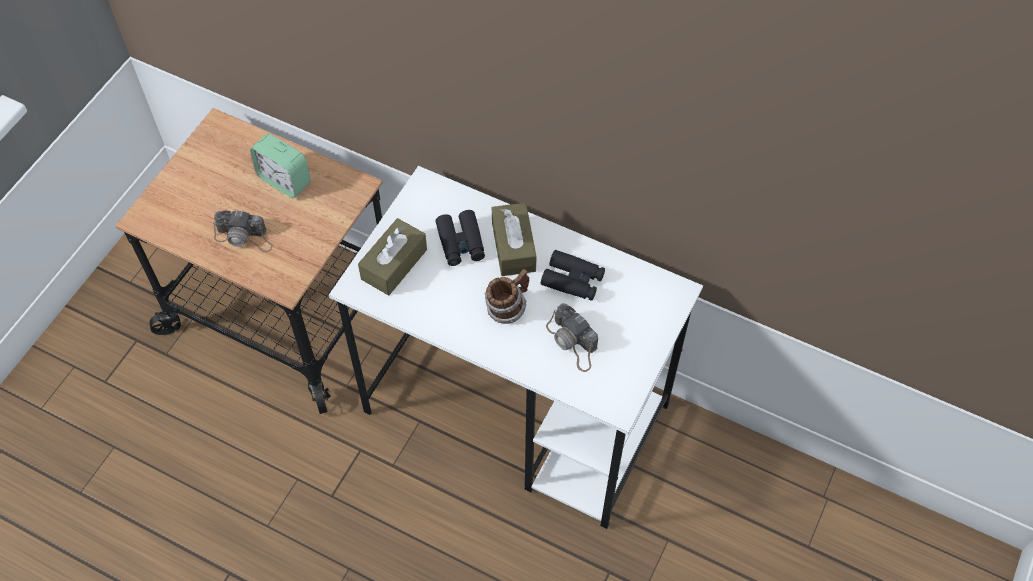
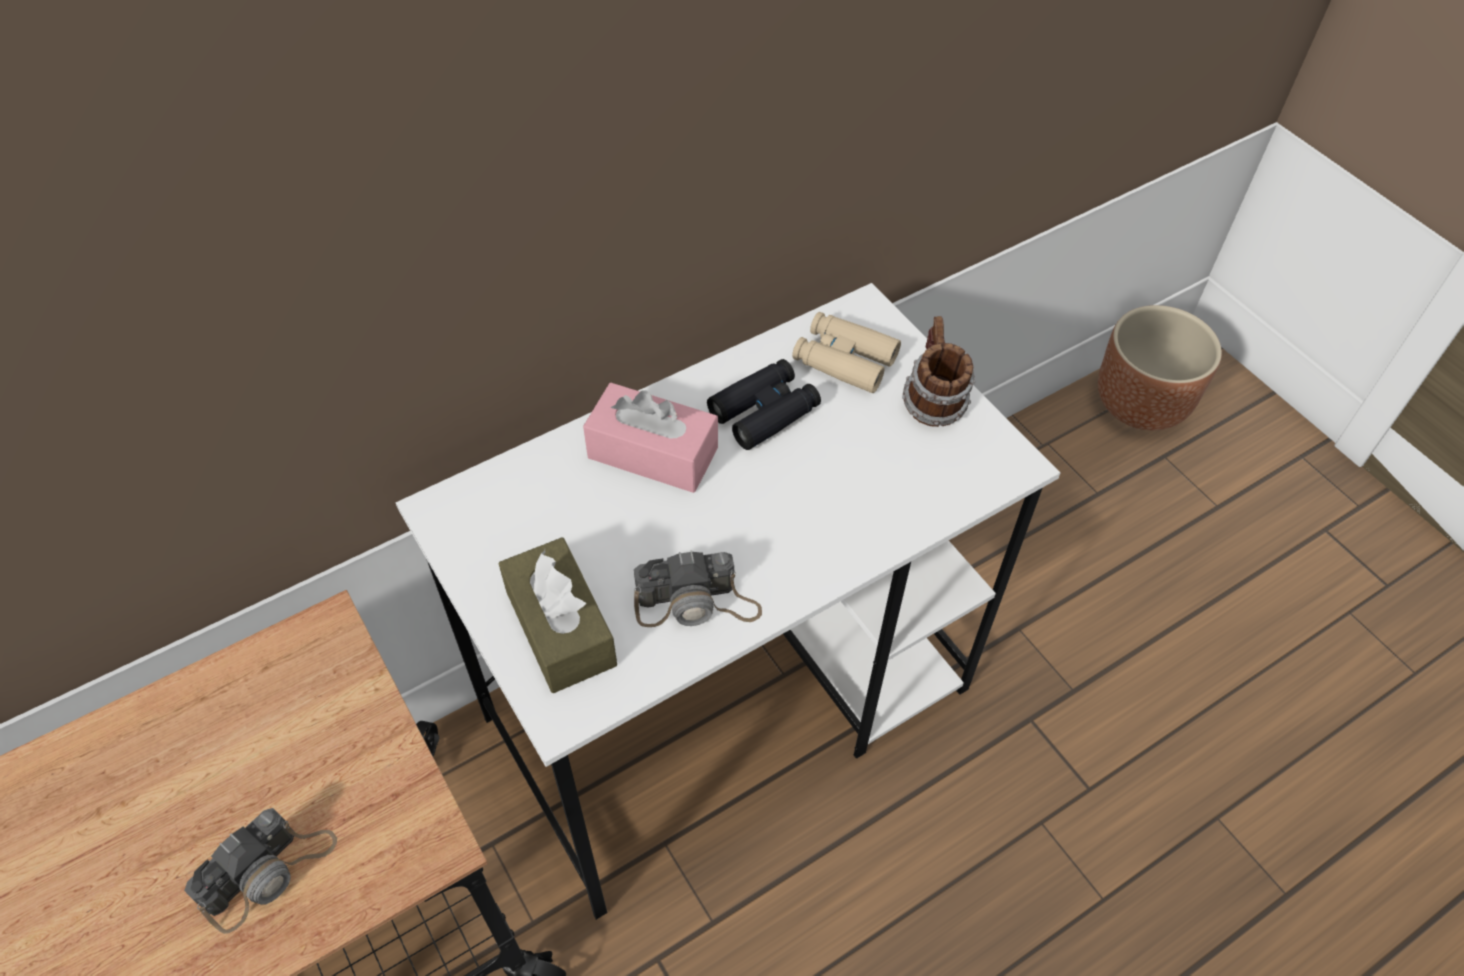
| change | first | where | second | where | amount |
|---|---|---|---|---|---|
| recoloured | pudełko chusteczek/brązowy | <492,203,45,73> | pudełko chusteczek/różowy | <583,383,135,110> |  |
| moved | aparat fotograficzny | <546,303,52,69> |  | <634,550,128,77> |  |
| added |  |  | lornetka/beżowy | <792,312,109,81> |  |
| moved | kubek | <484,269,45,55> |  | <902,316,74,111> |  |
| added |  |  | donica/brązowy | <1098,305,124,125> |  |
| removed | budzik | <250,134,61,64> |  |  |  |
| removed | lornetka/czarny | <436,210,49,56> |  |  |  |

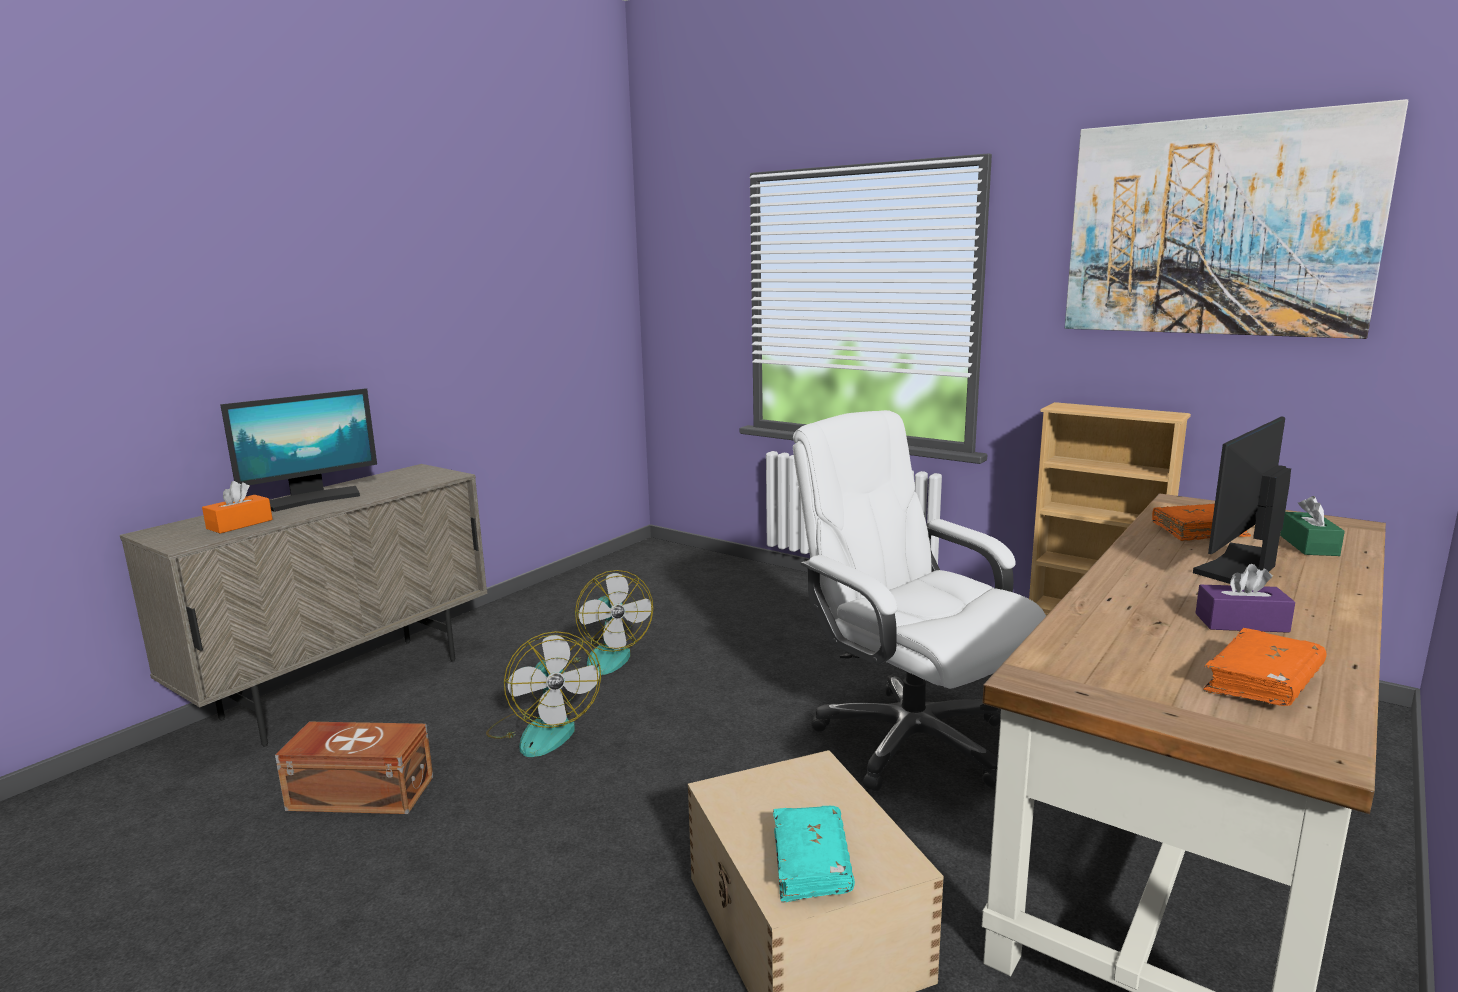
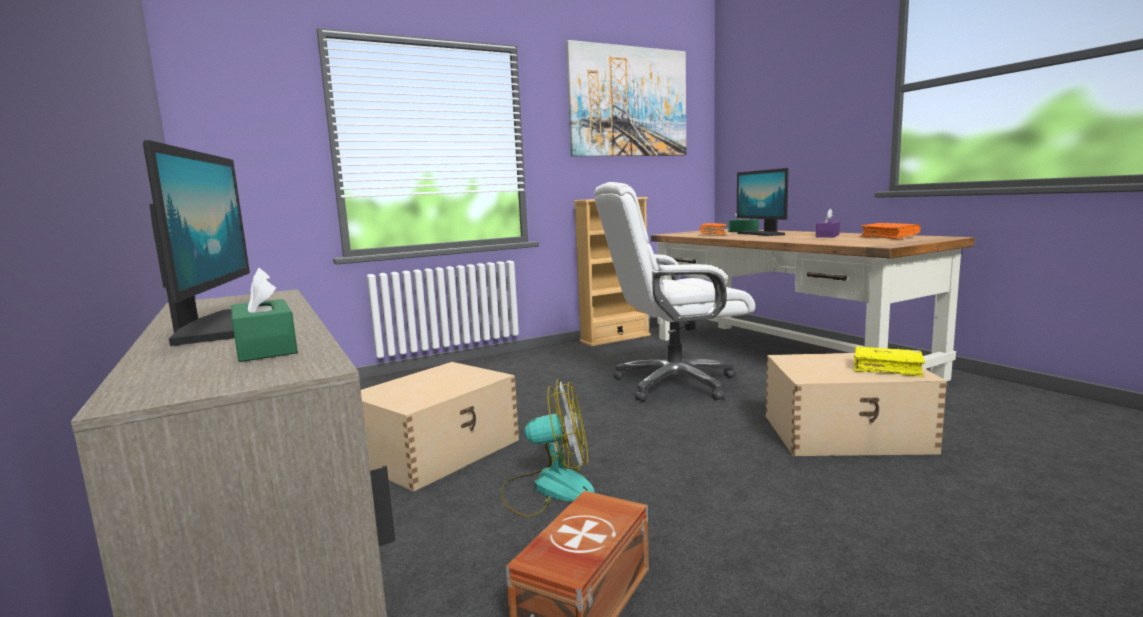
| change | first | where | second | where | amount |
|---|---|---|---|---|---|
| recoloured | pudełko chusteczek/pomarańczowy | <202,481,71,53> | pudełko chusteczek/zielony | <231,267,67,95> |  |
| replaced | wentylator | <567,570,86,105> | pojemnik do przechowywania/beżowy | <361,362,158,130> |  |
| recoloured | książka/turkusowy | <773,806,82,97> | książka/żółty | <854,346,72,31> |  |

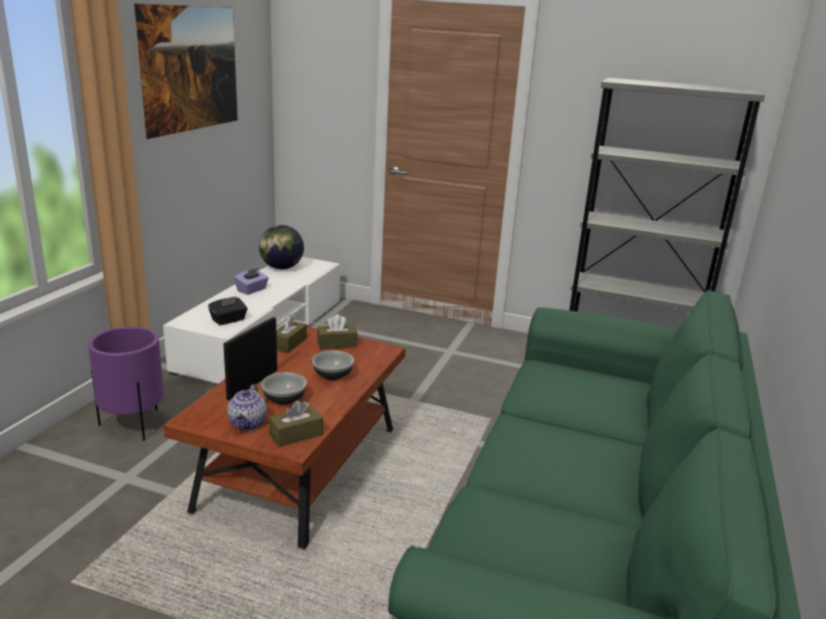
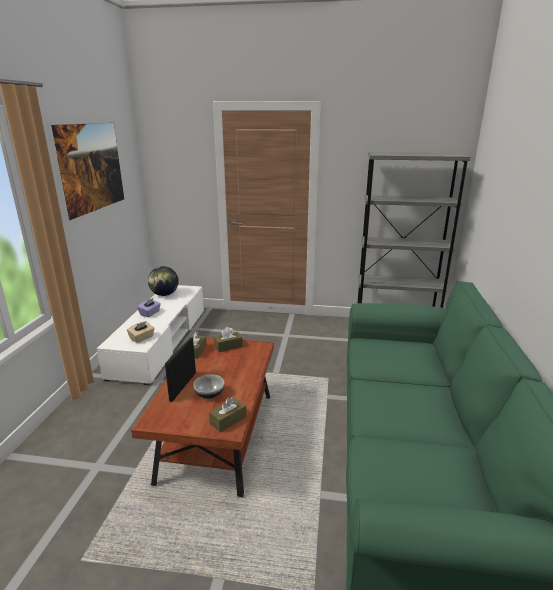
| change | first | where | second | where | amount |
|---|---|---|---|---|---|
| recoloured | pudełko chusteczek/czarny | <208,296,40,29> | pudełko chusteczek/beżowy | <127,321,28,22> |  |
| removed | donica/fioletowy | <88,327,76,114> |  |  |  |
| removed | imbryk | <227,384,40,46> |  |  |  |
| removed | miska | <312,350,42,30> |  |  |  |

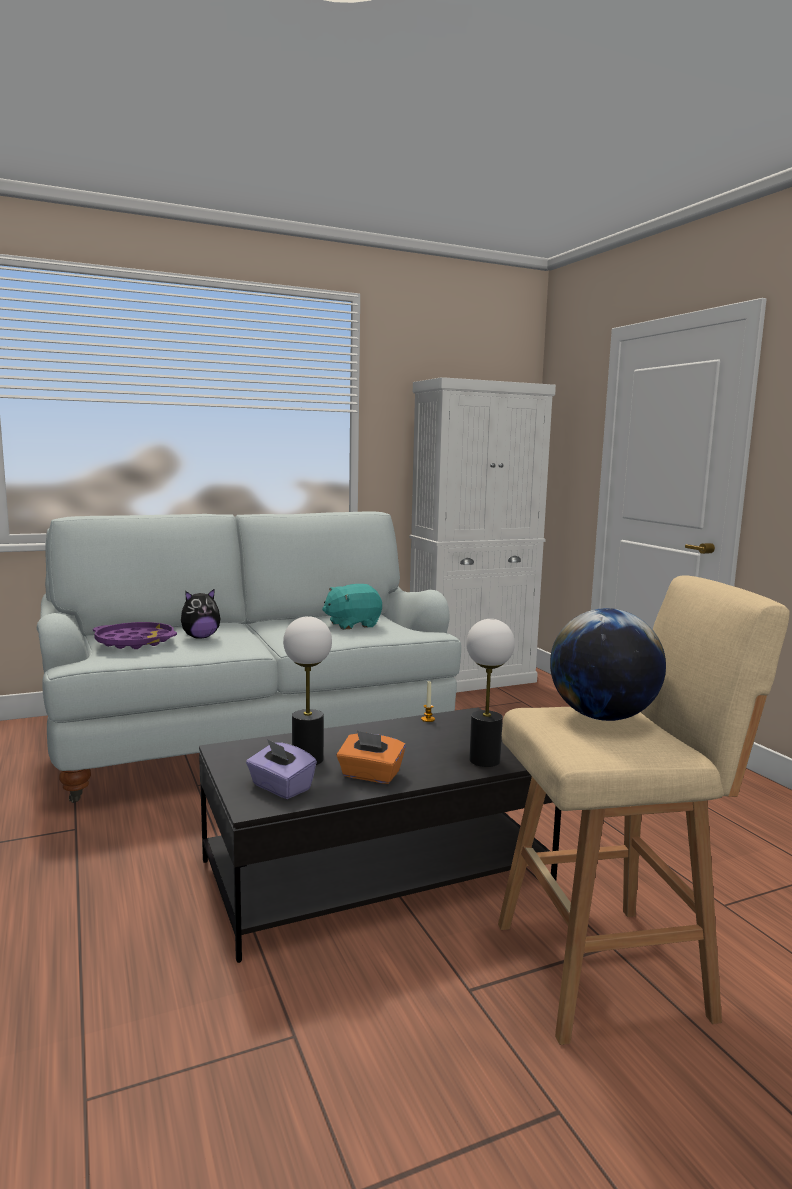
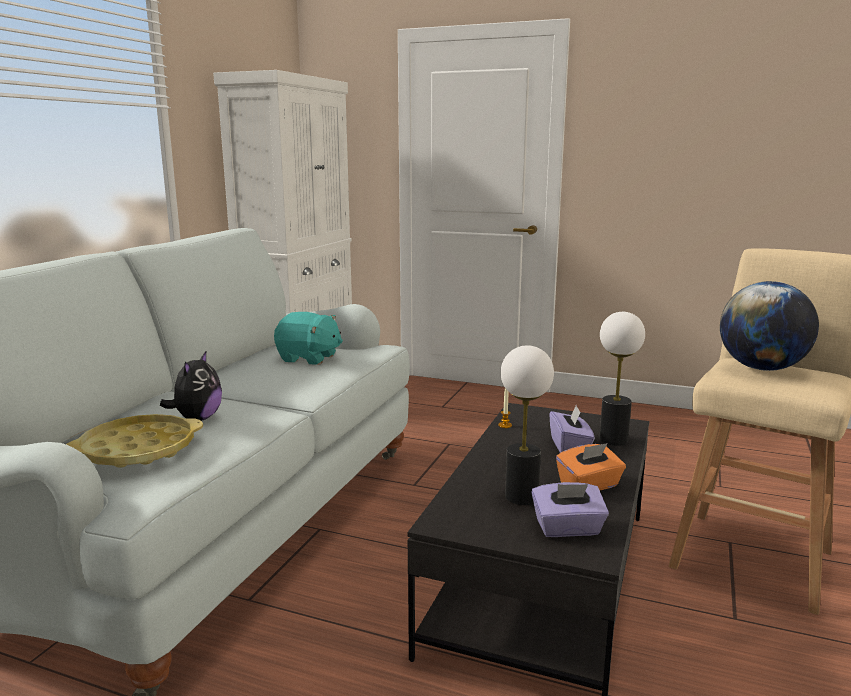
| change | first | where | second | where | amount |
|---|---|---|---|---|---|
| recoloured | taca/fioletowy | <93,622,84,27> | taca/żółty | <66,414,137,54> |  |
| turned | pluszak/turkusowy | <322,584,60,46> |  | <274,312,69,53> | 90 degrees counterclockwise |
| added |  |  | pudełko chusteczek/fioletowy | <549,406,46,47> |  |

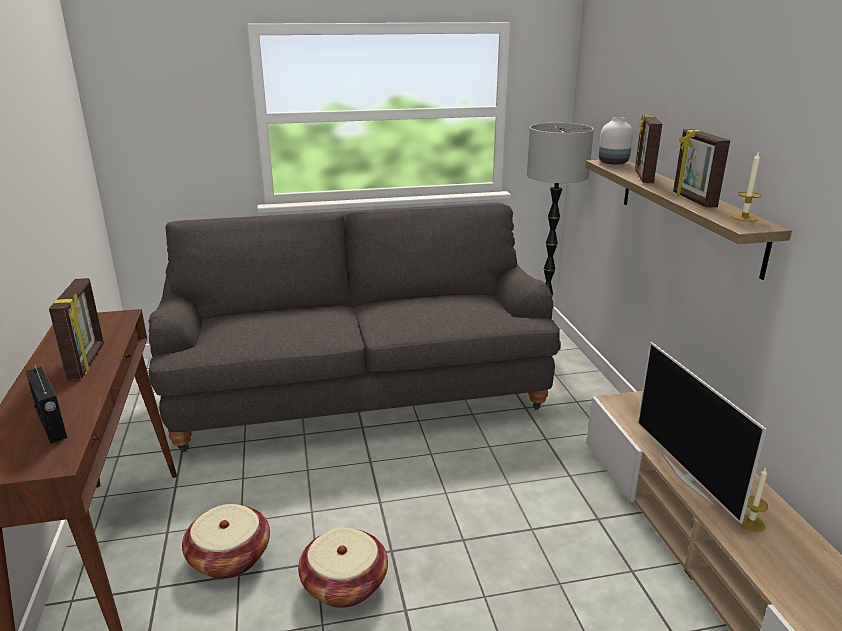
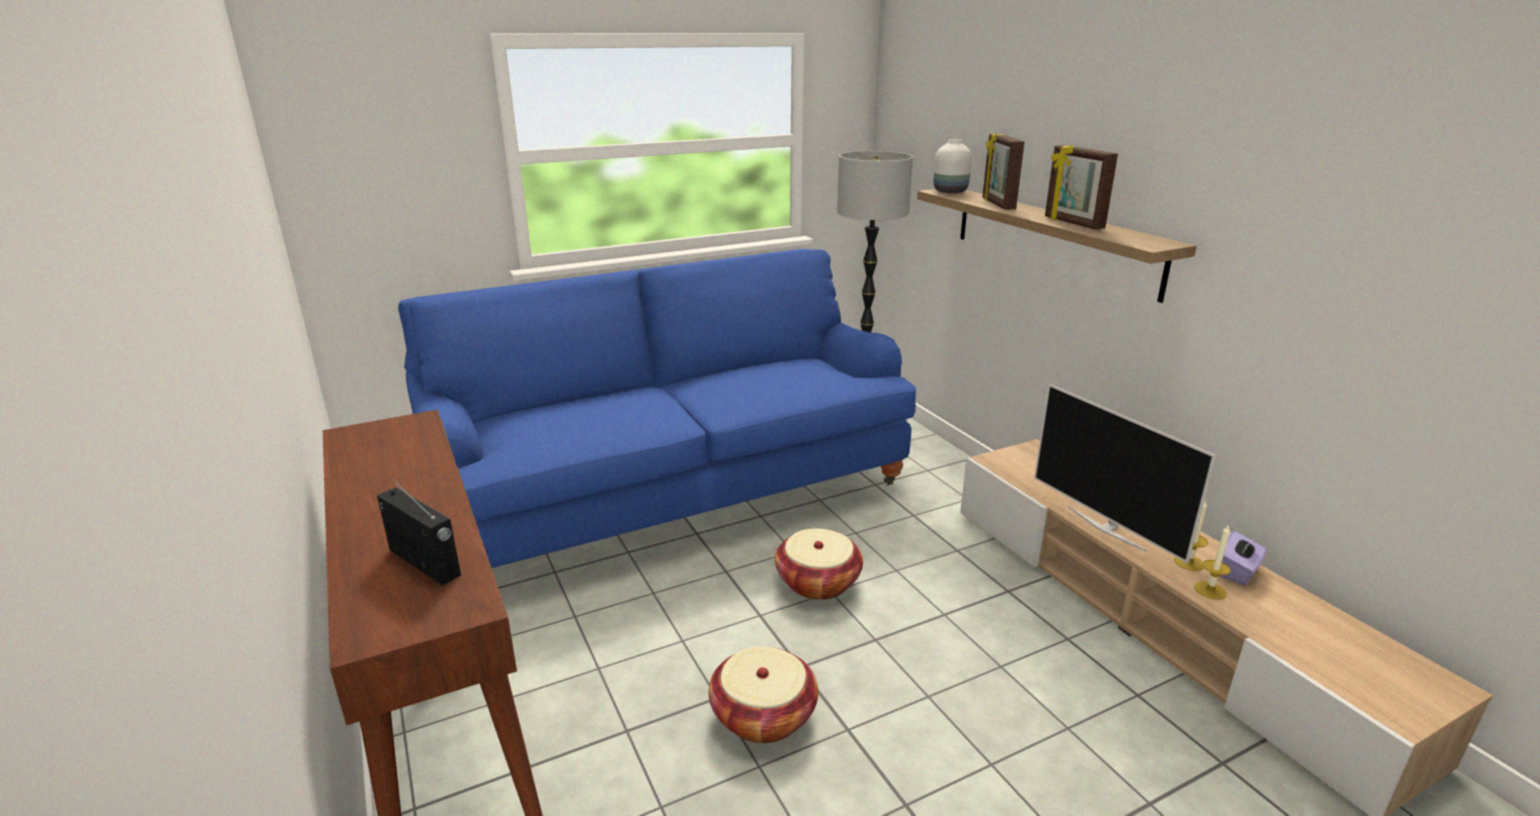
| change | first | where | second | where | amount |
|---|---|---|---|---|---|
| recoloured | kanapa/szary | <148,203,412,249> | kanapa/niebieski | <398,249,518,319> |  |
| moved | koszyk | <182,504,88,75> |  | <775,529,88,71> |  |
| moved | świeca | <732,151,29,71> |  | <1194,524,37,76> |  |
| added |  |  | pudełko chusteczek/fioletowy | <1219,531,48,54> |  |
| removed | ramka na zdjęcie | <49,278,55,102> |  |  |  |

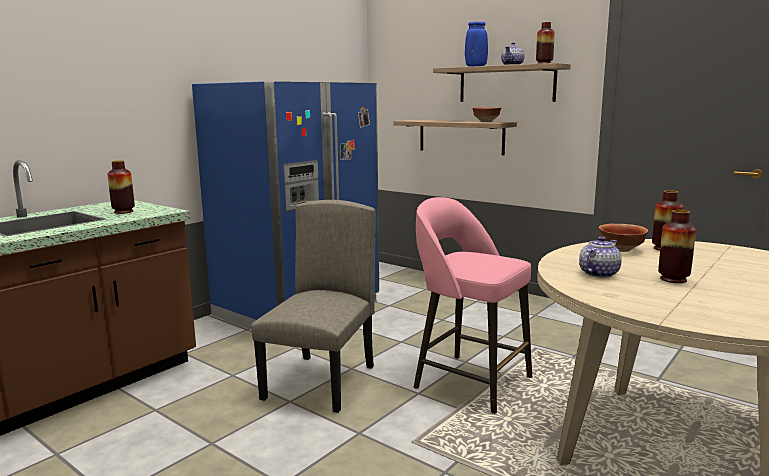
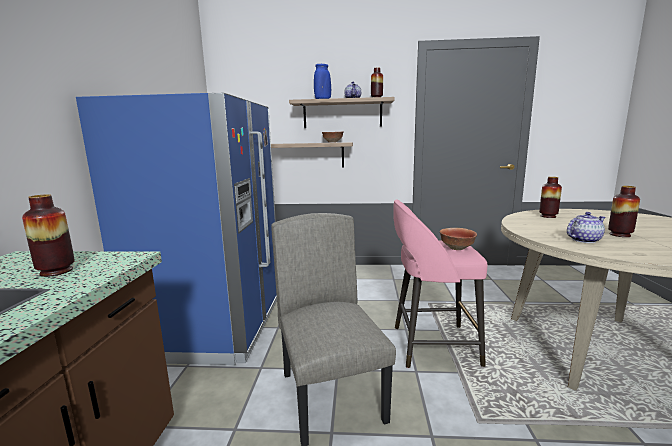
| change | first | where | second | where | amount |
|---|---|---|---|---|---|
| moved | miska | <599,224,49,28> |  | <440,228,37,22> |  |
| turned | imbryk | <579,236,42,42> |  | <567,212,38,31> | 60 degrees clockwise |

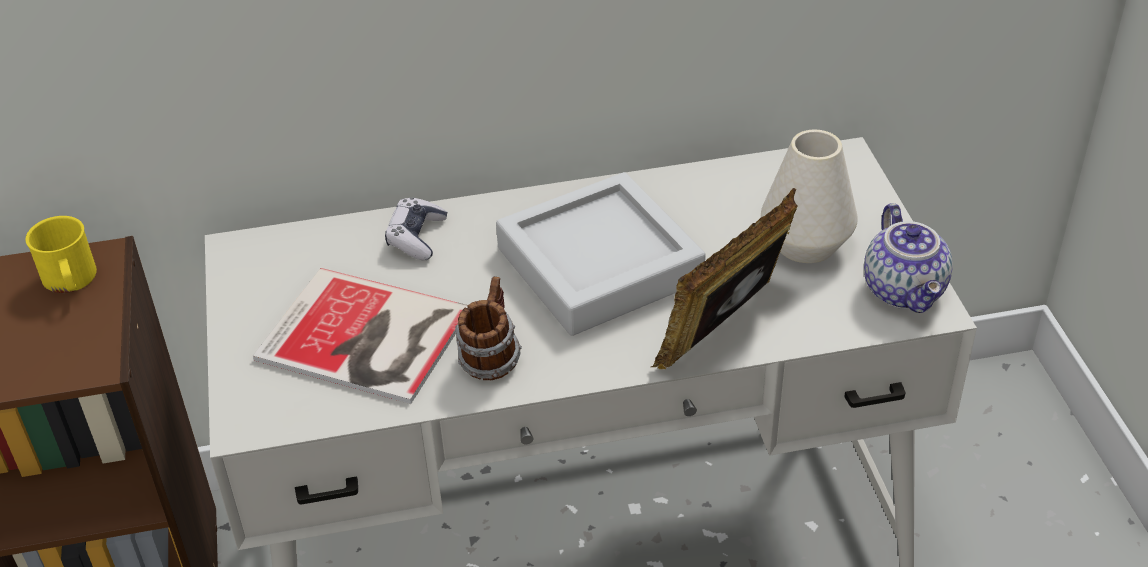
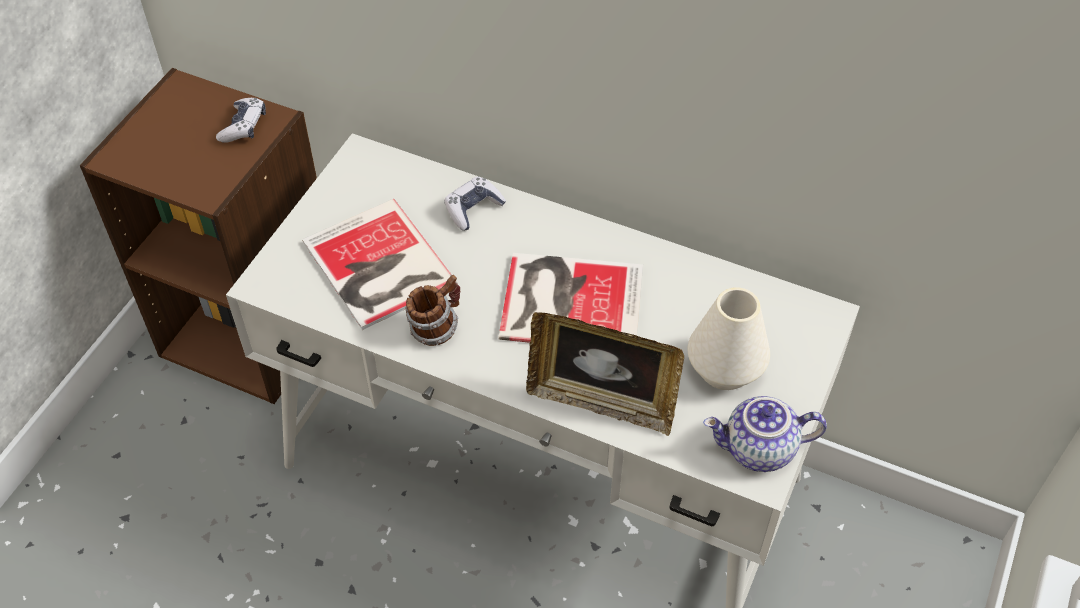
| change | first | where | second | where | amount |
|---|---|---|---|---|---|
| replaced | kubek/żółty | <25,216,72,77> | pad do gier | <216,98,50,45> |  |
| replaced | taca/szary | <496,172,210,164> | książka | <499,253,144,90> |  |
| turned | ramka na zdjęcie | <651,188,147,181> |  | <526,312,158,124> | 150 degrees counterclockwise |
| turned | imbryk | <864,203,89,110> |  | <703,396,124,76> | 60 degrees clockwise |

